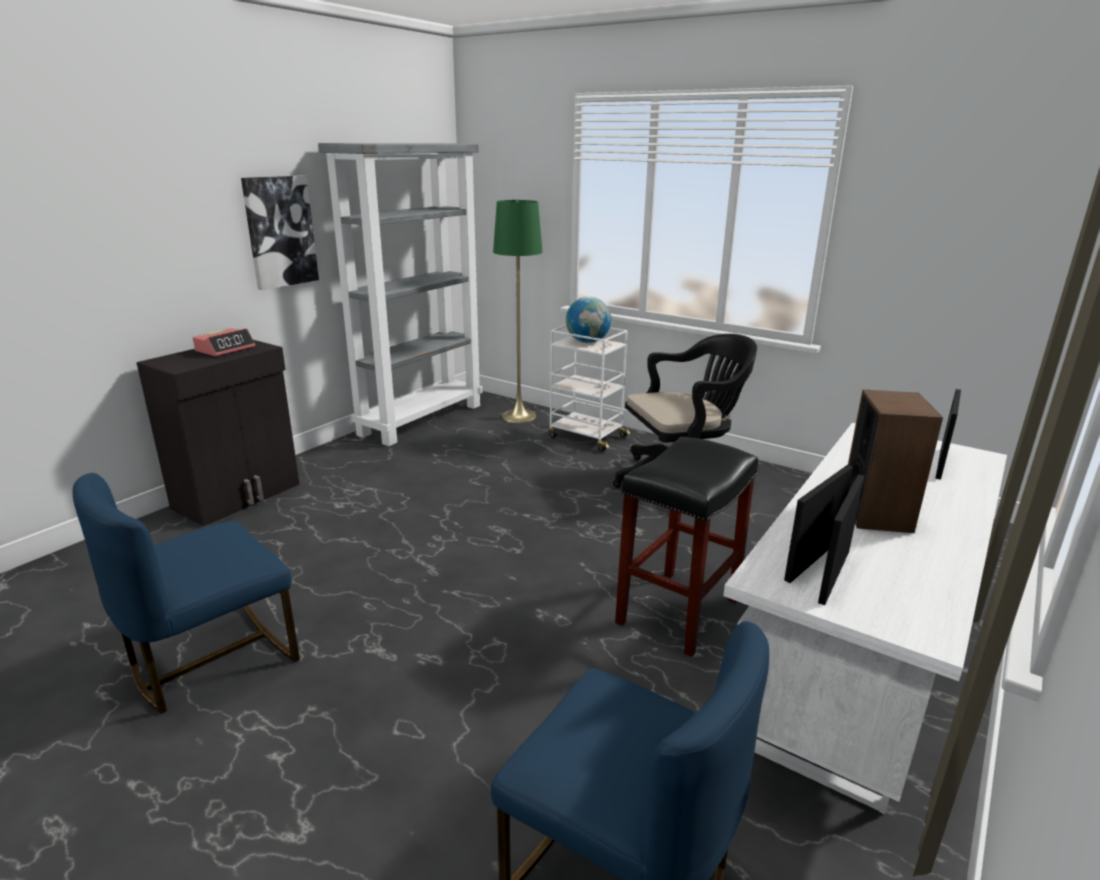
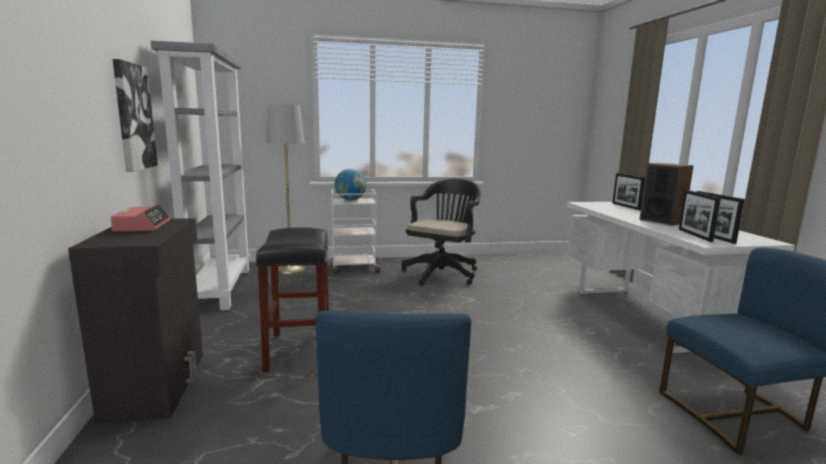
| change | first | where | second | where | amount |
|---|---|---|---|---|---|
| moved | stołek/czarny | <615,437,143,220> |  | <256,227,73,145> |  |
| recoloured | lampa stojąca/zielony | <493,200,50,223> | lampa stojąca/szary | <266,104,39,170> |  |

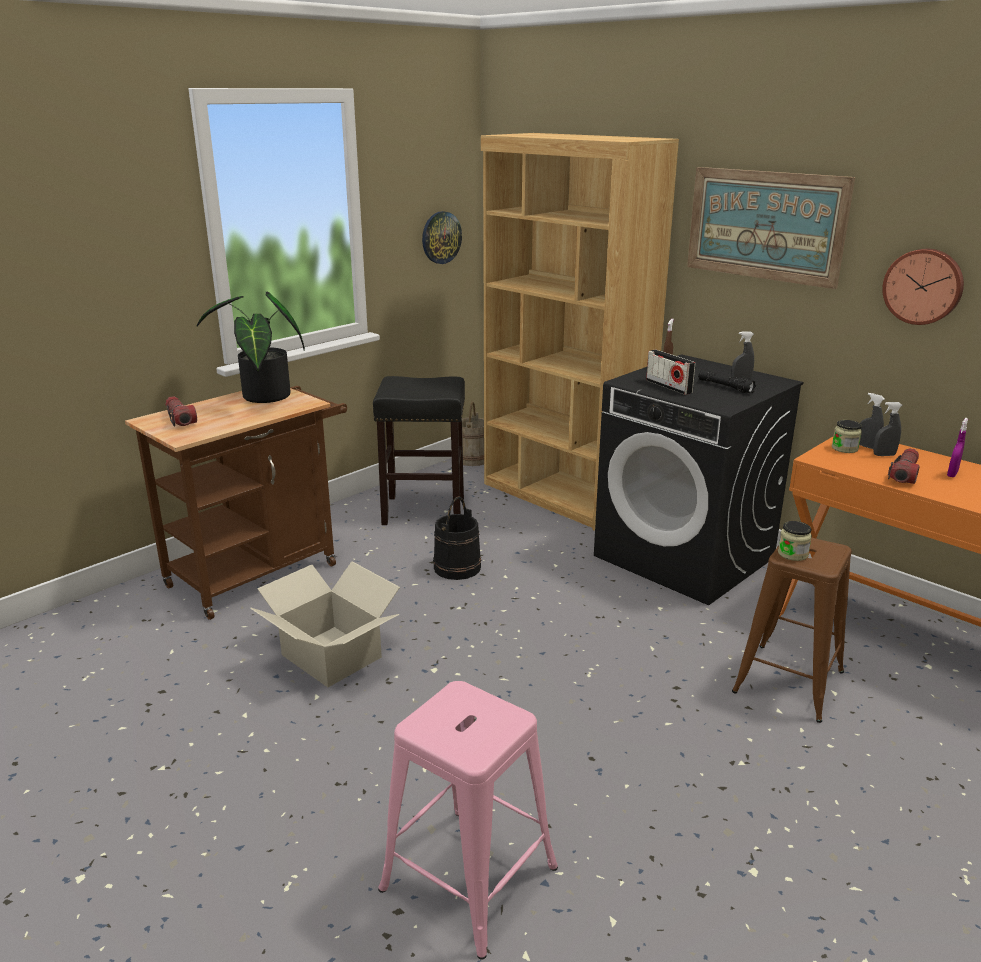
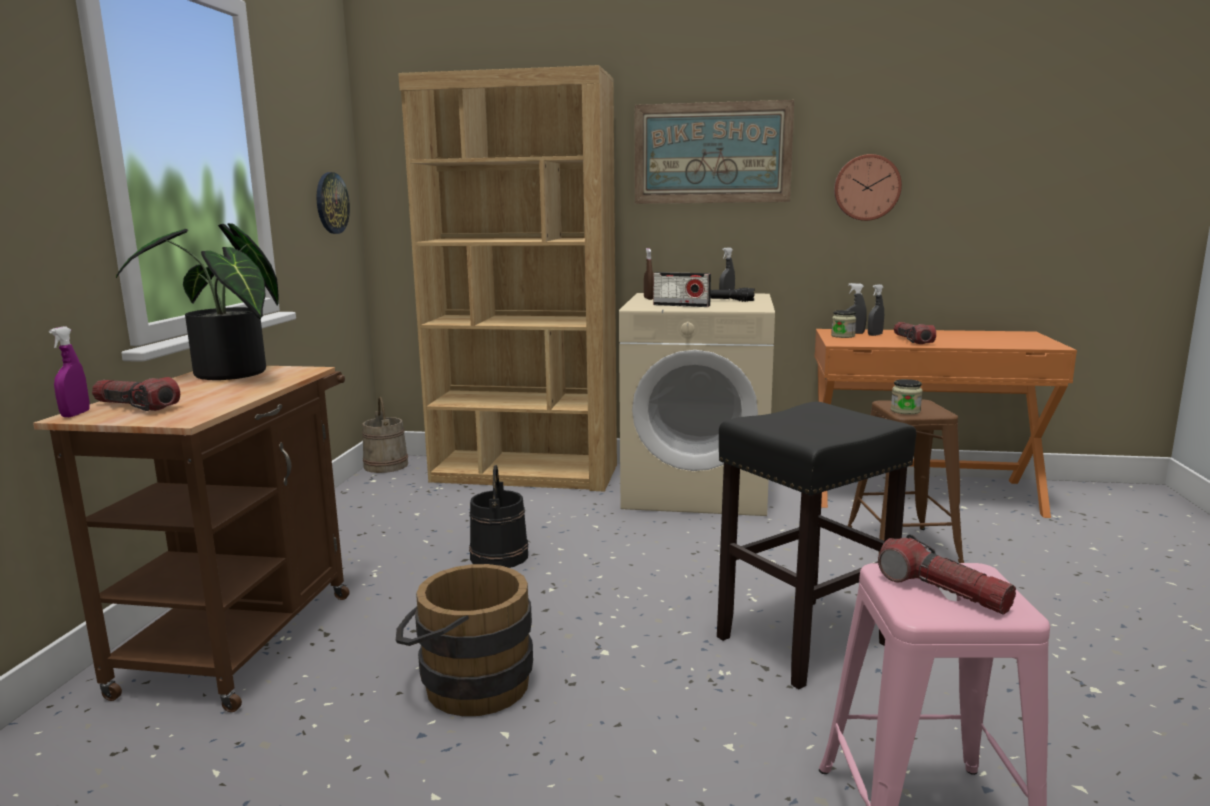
| change | first | where | second | where | amount |
|---|---|---|---|---|---|
| moved | spryskiwacz/fioletowy | <947,418,21,59> |  | <49,326,41,91> |  |
| replaced | karton | <250,561,150,126> | wiadro/brązowy | <396,564,137,152> |  |
| recoloured | pralka/czarny | <594,354,209,251> | pralka/beżowy | <619,293,156,223> |  |
| moved | stołek/czarny | <373,376,92,149> |  | <717,402,199,287> |  |
| added |  |  | latarka | <878,534,138,81> |  |

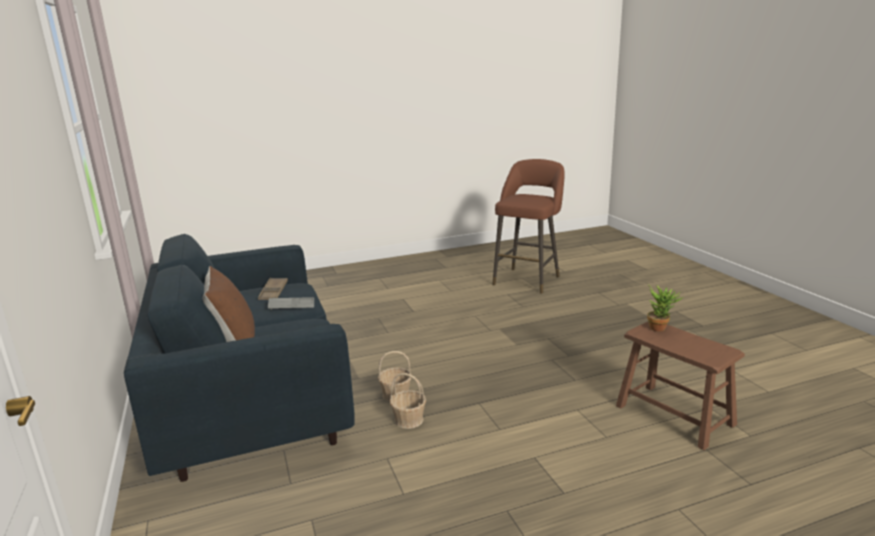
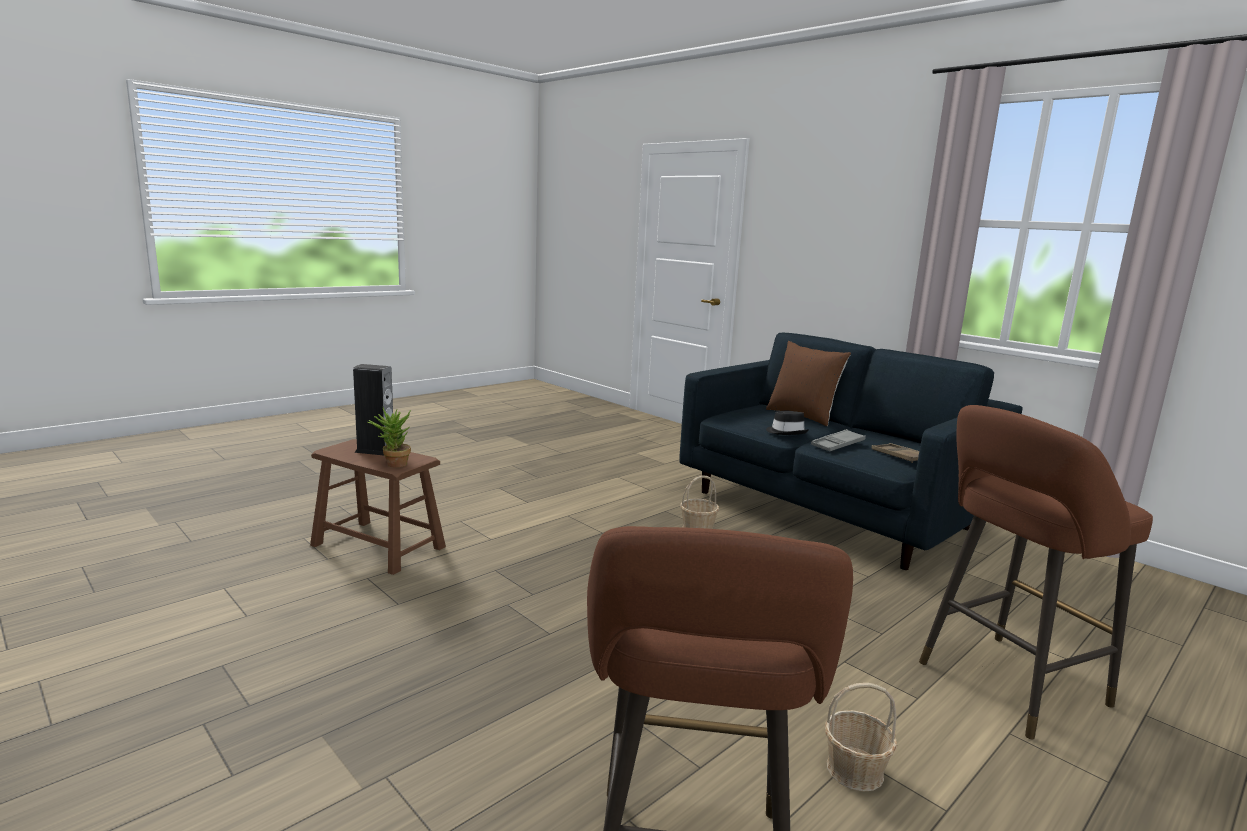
| change | first | where | second | where | amount |
|---|---|---|---|---|---|
| added |  |  | głośnik | <353,364,40,92> |  |
| added |  |  | kapelusz/czarny | <766,411,43,24> |  |
| moved | koszyk | <390,373,36,56> |  | <825,683,72,109> |  |
| added |  |  | stołek/brązowy | <919,405,234,334> |  |

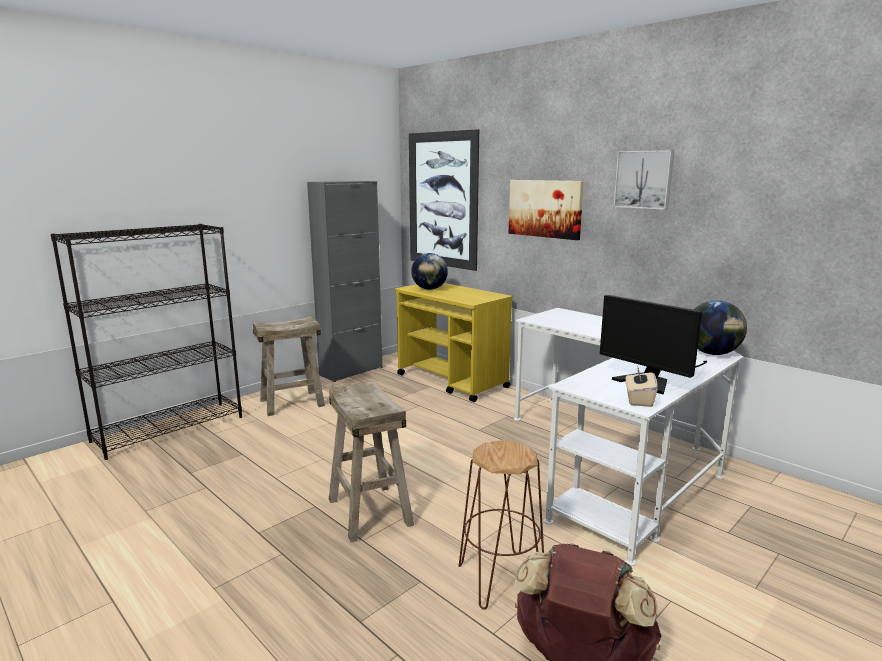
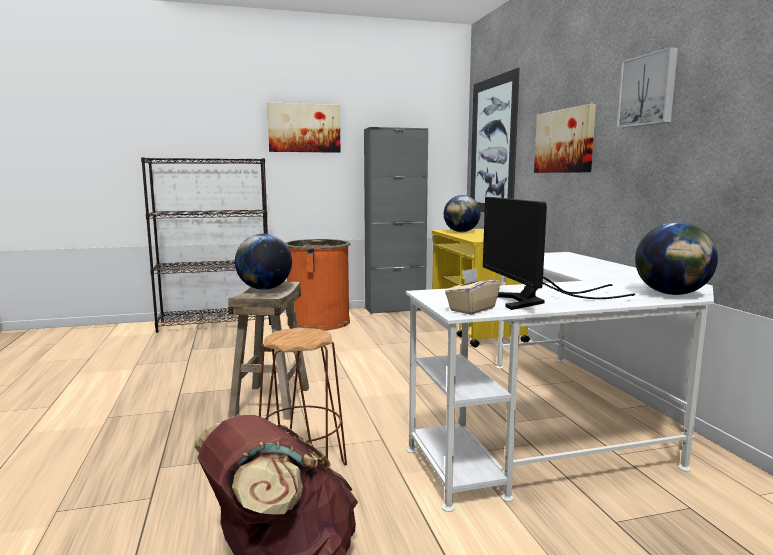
| change | first | where | second | where | amount |
|---|---|---|---|---|---|
| added |  |  | globus | <235,234,57,56> |  |
| added |  |  | obraz | <267,102,73,51> |  |
| replaced | stołek/beżowy | <253,316,72,100> | kosz na śmieci/pomarańczowy | <285,239,66,92> |  |

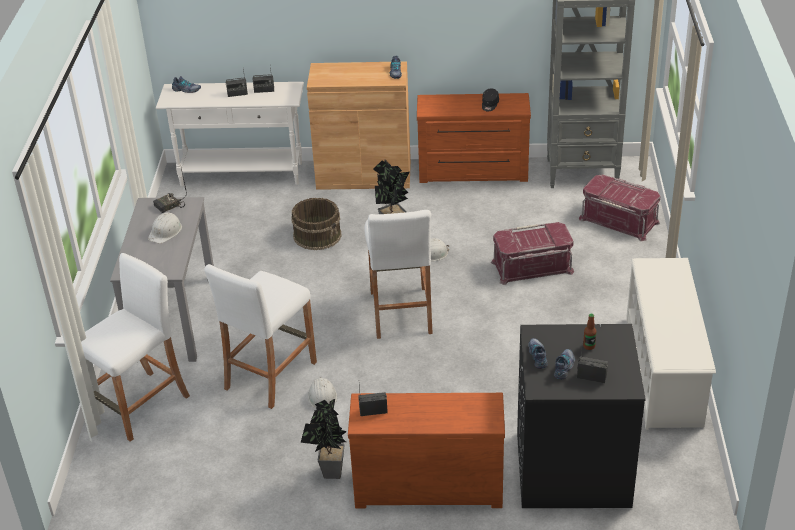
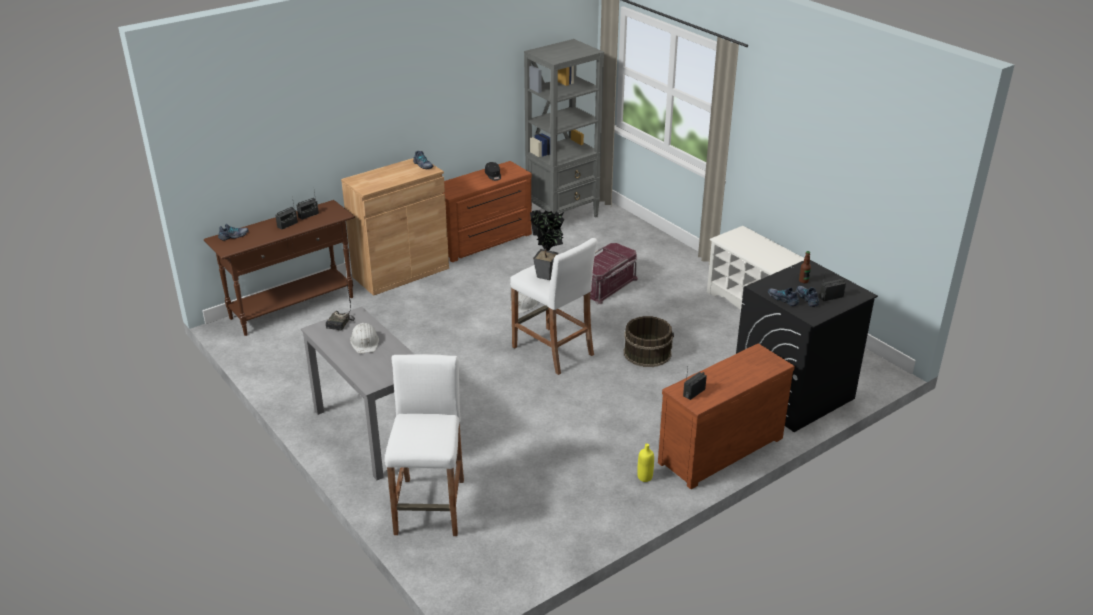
| change | first | where | second | where | amount |
|---|---|---|---|---|---|
| recoloured | stolik konsolowy/biały | <156,82,148,104> | stolik konsolowy/brązowy | <204,200,151,136> |  |
| moved | wiadro/brązowy | <291,197,51,53> |  | <624,316,50,51> |  |
| replaced | roślina doniczkowa | <301,399,46,80> | butelka/żółty | <637,444,17,38> |  |
| removed | stołek/biały | <204,264,113,145> |  |  |  |
| removed | kask/biały | <308,377,29,31> |  |  |  |
| removed | pojemnik do przechowywania/czerwony | <579,175,81,66> |  |  |  |

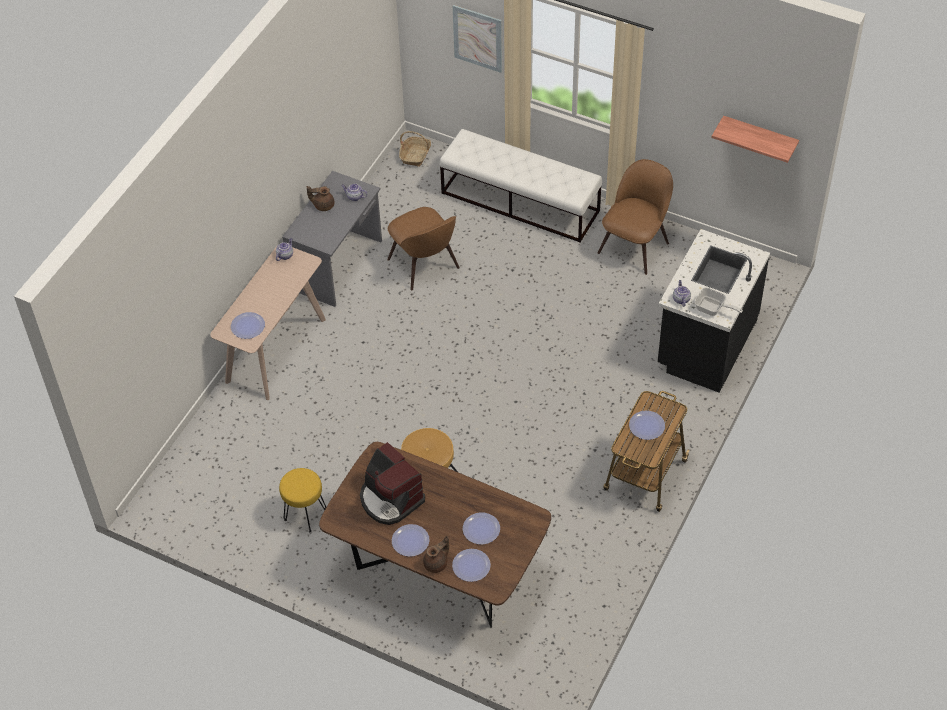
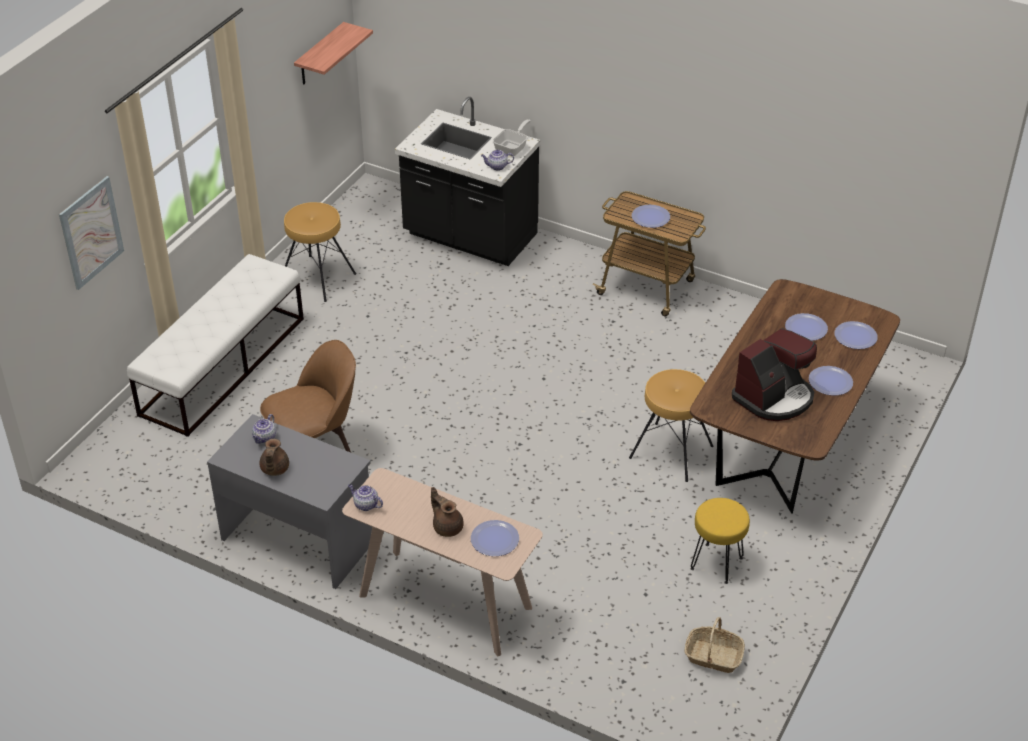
| change | first | where | second | where | amount |
|---|---|---|---|---|---|
| replaced | krzesło/brązowy | <598,159,75,116> | stołek/brązowy | <284,202,72,100> |  |
| moved | imbryk/brązowy | <423,536,26,37> |  | <431,487,33,50> |  |
| moved | koszyk | <399,131,32,36> |  | <685,617,60,56> |  |

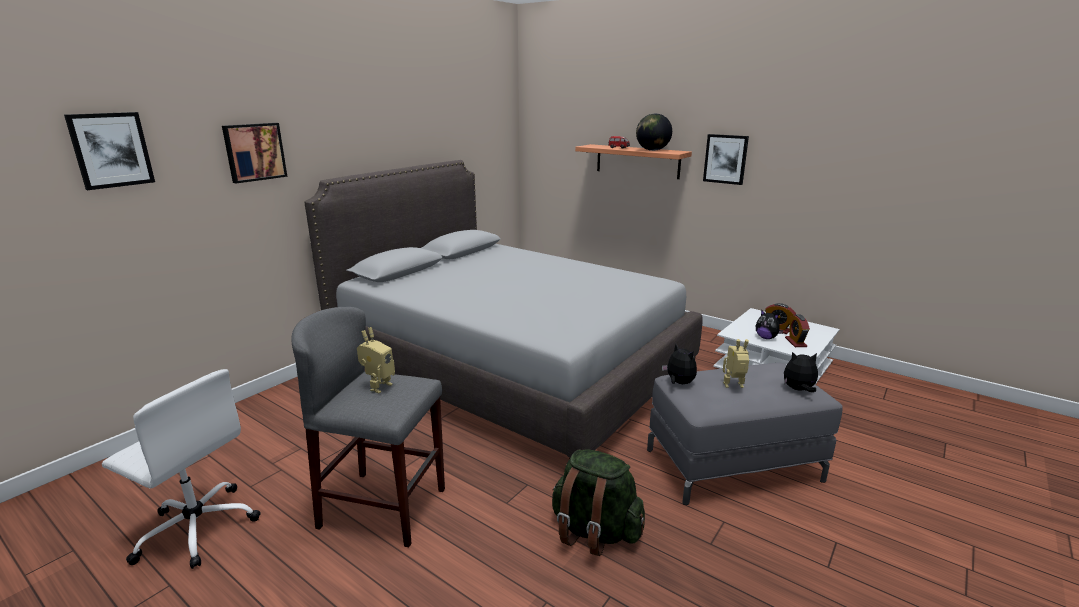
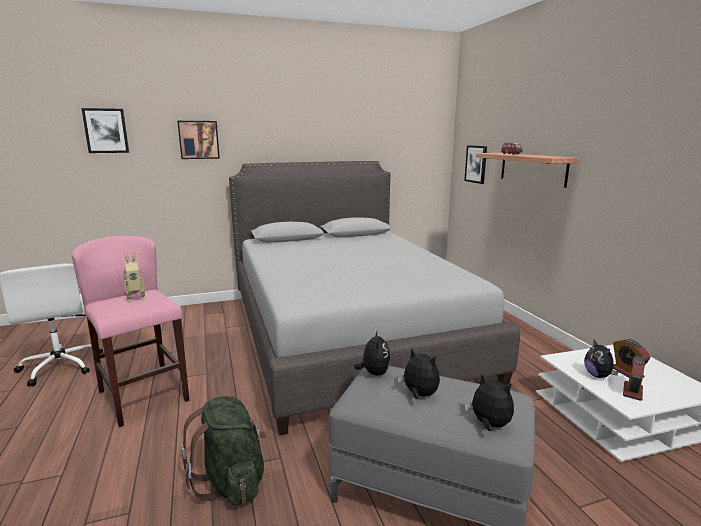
| change | first | where | second | where | amount |
|---|---|---|---|---|---|
| recoloured | stołek/szary | <291,307,154,240> | stołek/różowy | <71,236,118,191> |  |
| replaced | robot zabawkowy | <723,339,26,49> | pluszak | <398,348,42,51> |  |
| moved | obraz | <703,134,46,51> |  | <464,145,23,39> |  |
| removed | globus | <636,114,36,37> |  |  |  |

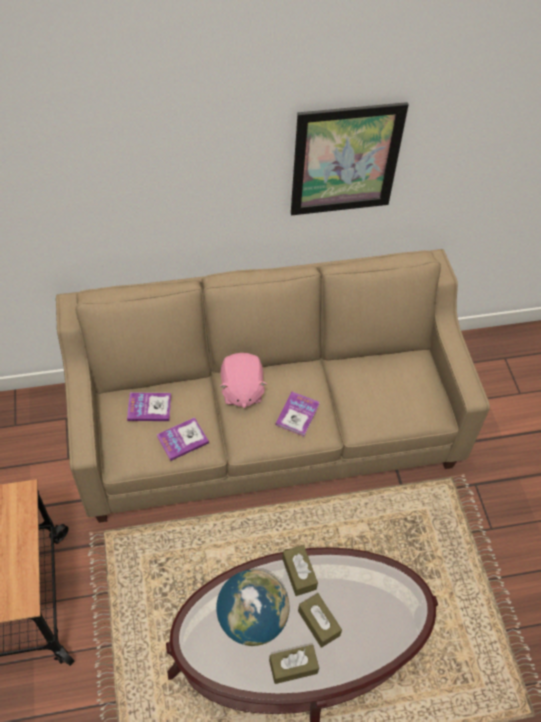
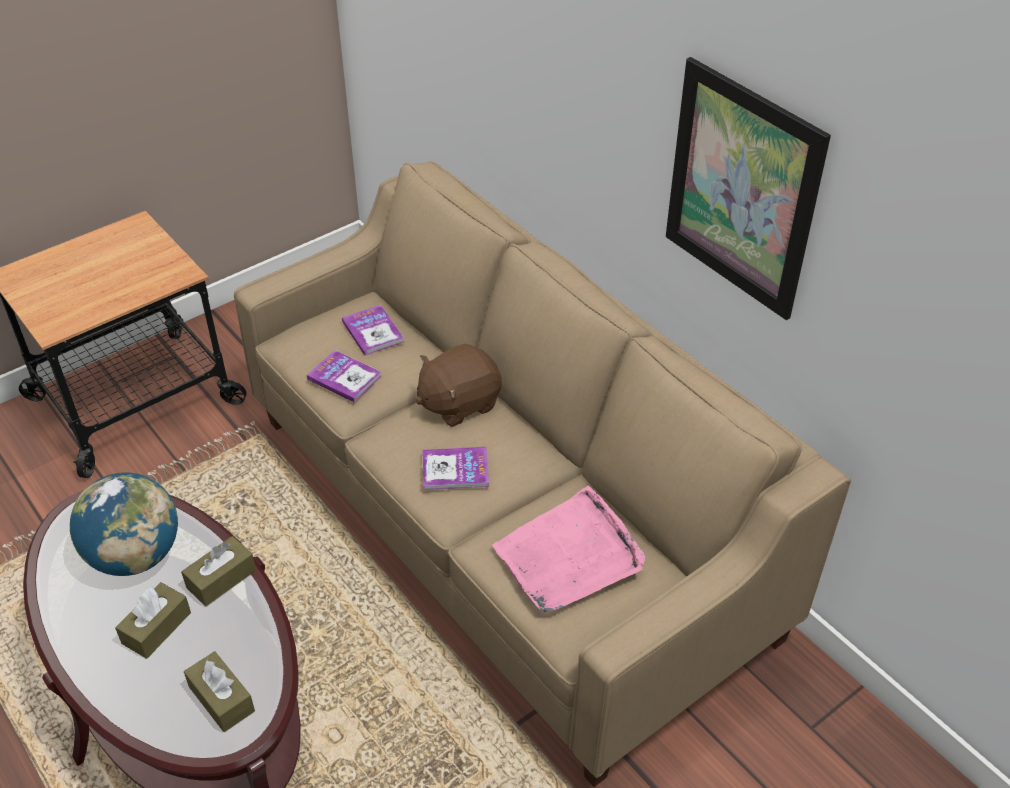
| change | first | where | second | where | amount |
|---|---|---|---|---|---|
| moved | pudełko chusteczek/brązowy | <269,645,50,39> |  | <184,651,71,81> |  |
| recoloured | pluszak/różowy | <219,353,48,55> | pluszak/brązowy | <416,344,86,83> |  |
| added |  |  | taca/różowy | <492,486,153,126> |  |

